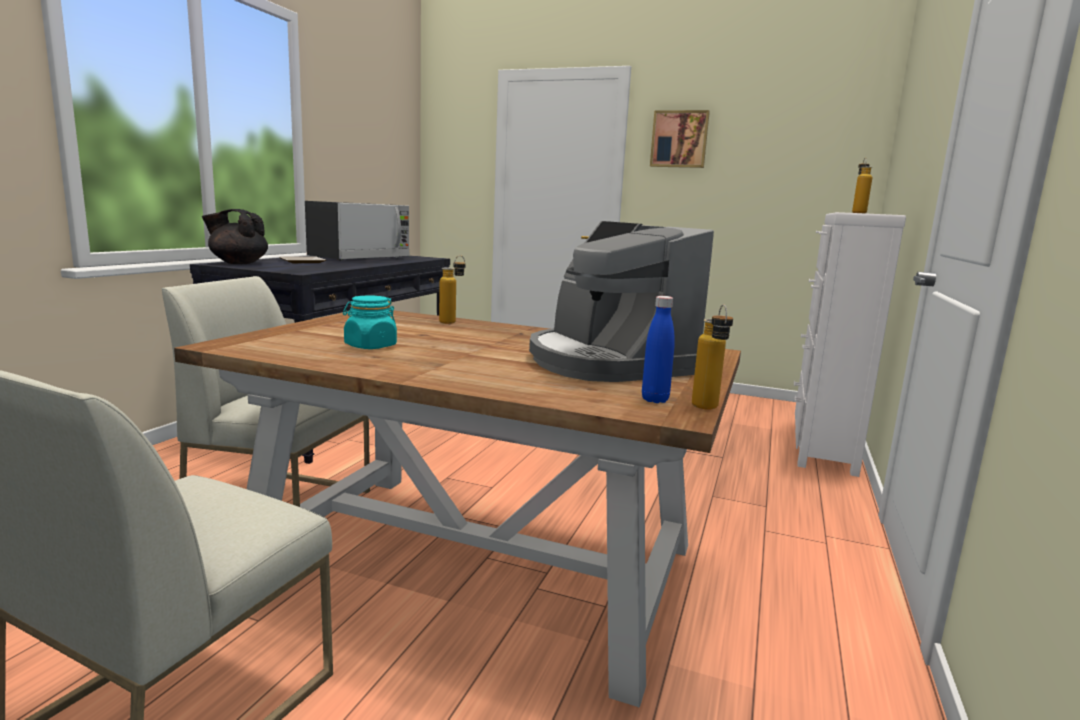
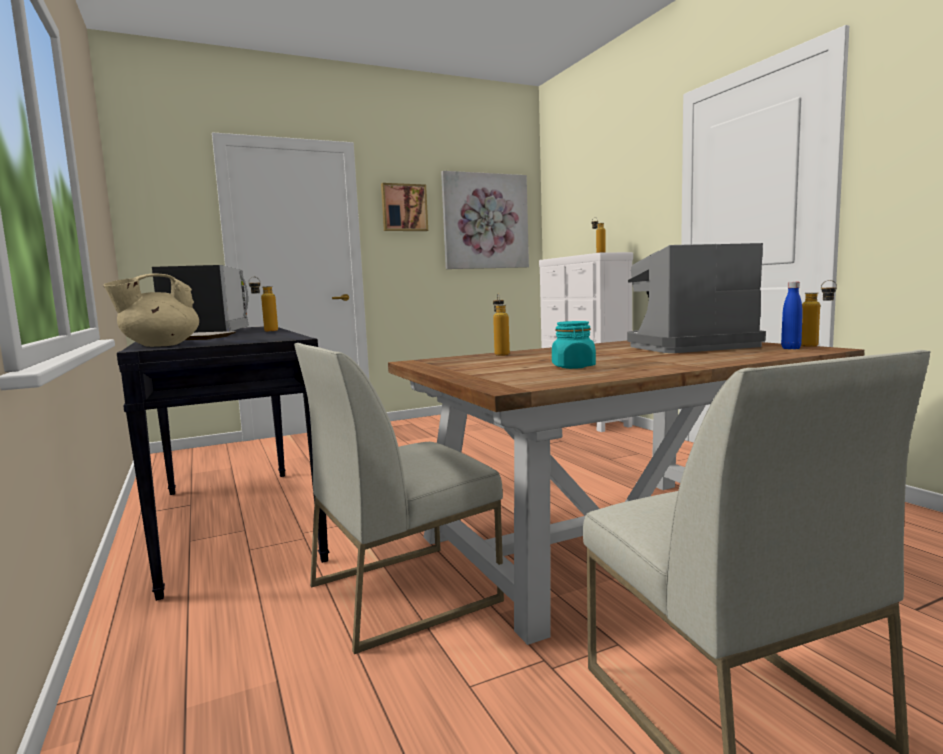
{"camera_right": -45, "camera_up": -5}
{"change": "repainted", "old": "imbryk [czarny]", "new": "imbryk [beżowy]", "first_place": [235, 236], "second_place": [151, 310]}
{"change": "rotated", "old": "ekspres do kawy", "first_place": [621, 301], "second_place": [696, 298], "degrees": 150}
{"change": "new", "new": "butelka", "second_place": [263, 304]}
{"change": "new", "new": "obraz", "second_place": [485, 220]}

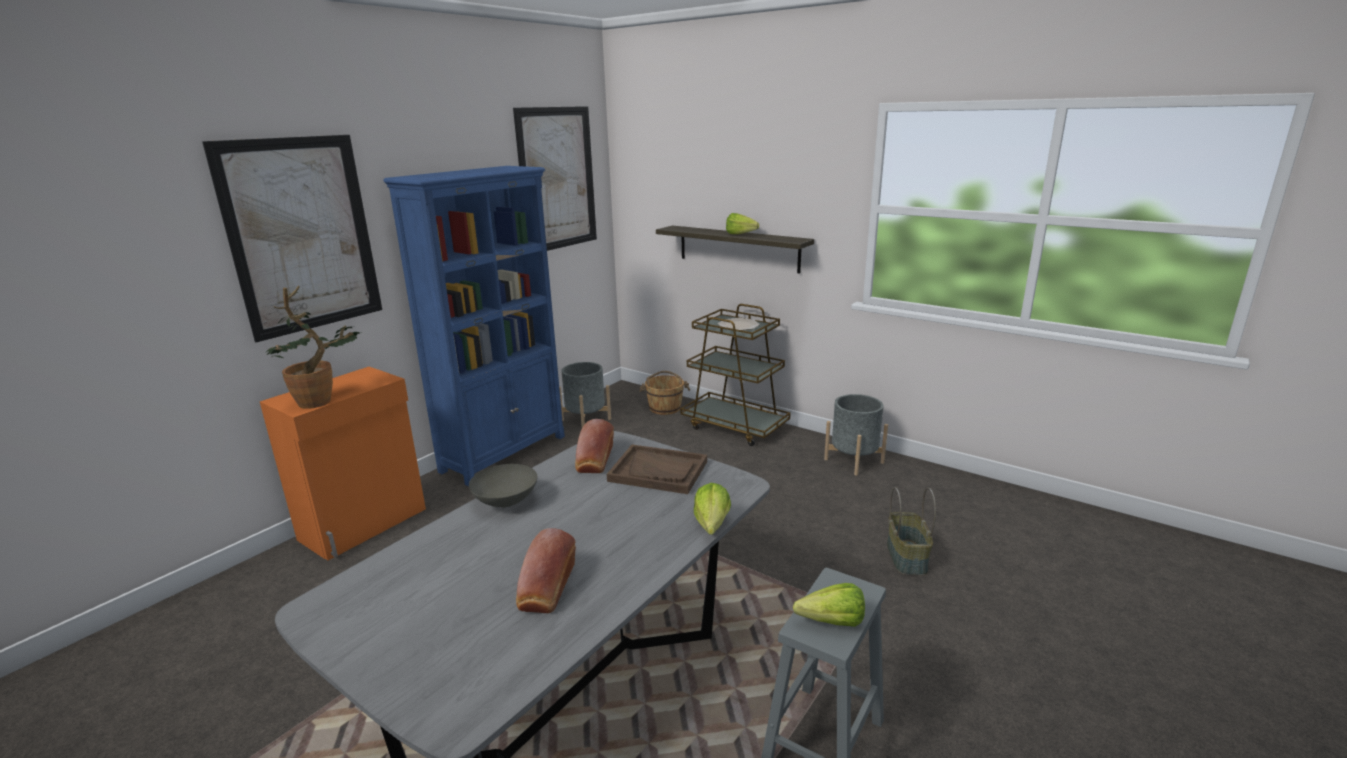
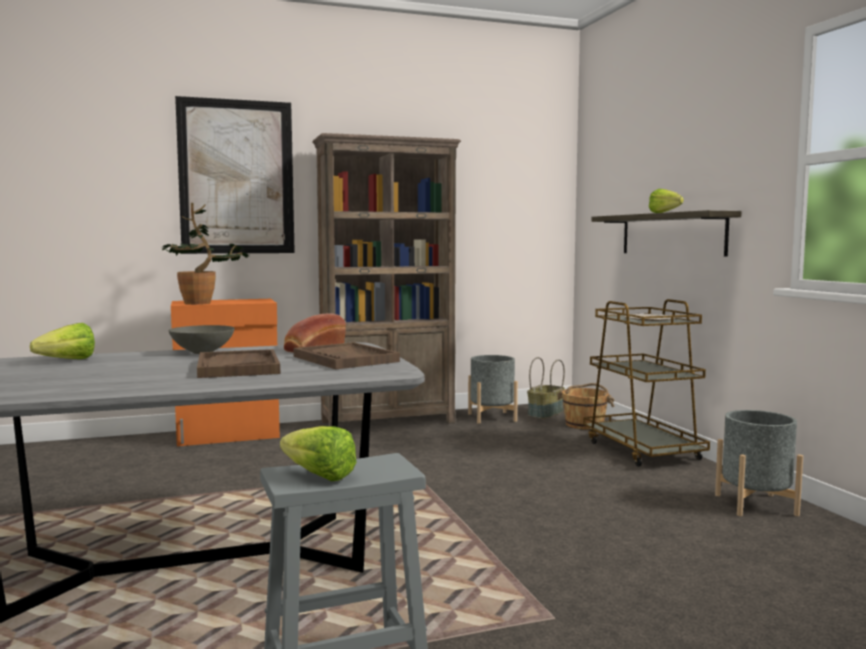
{"camera_right": 35, "camera_up": -15}
{"change": "repainted", "old": "regał [niebieski]", "new": "regał [brązowy]", "first_place": [474, 326], "second_place": [386, 279]}
{"change": "gone", "old": "obraz", "first_place": [555, 178]}
{"change": "gone", "old": "chleb", "first_place": [546, 570]}
{"change": "shifted", "old": "sałata", "first_place": [712, 509], "second_place": [62, 341]}
{"change": "shifted", "old": "koszyk", "first_place": [911, 531], "second_place": [546, 388]}
{"change": "new", "new": "taca [brązowy]", "second_place": [238, 363]}

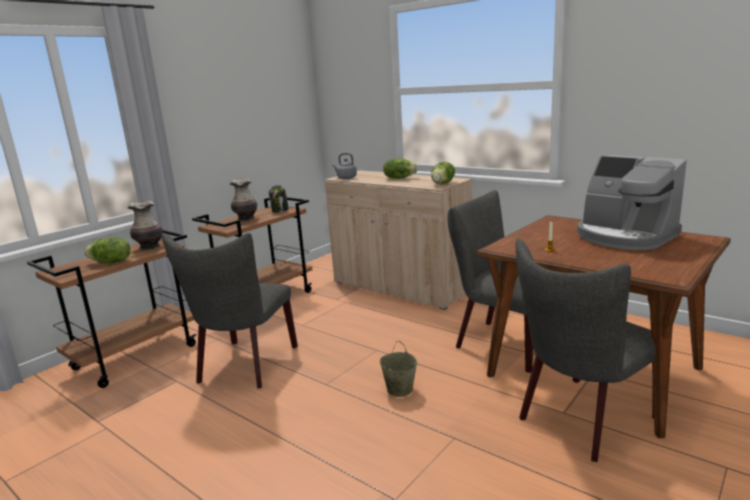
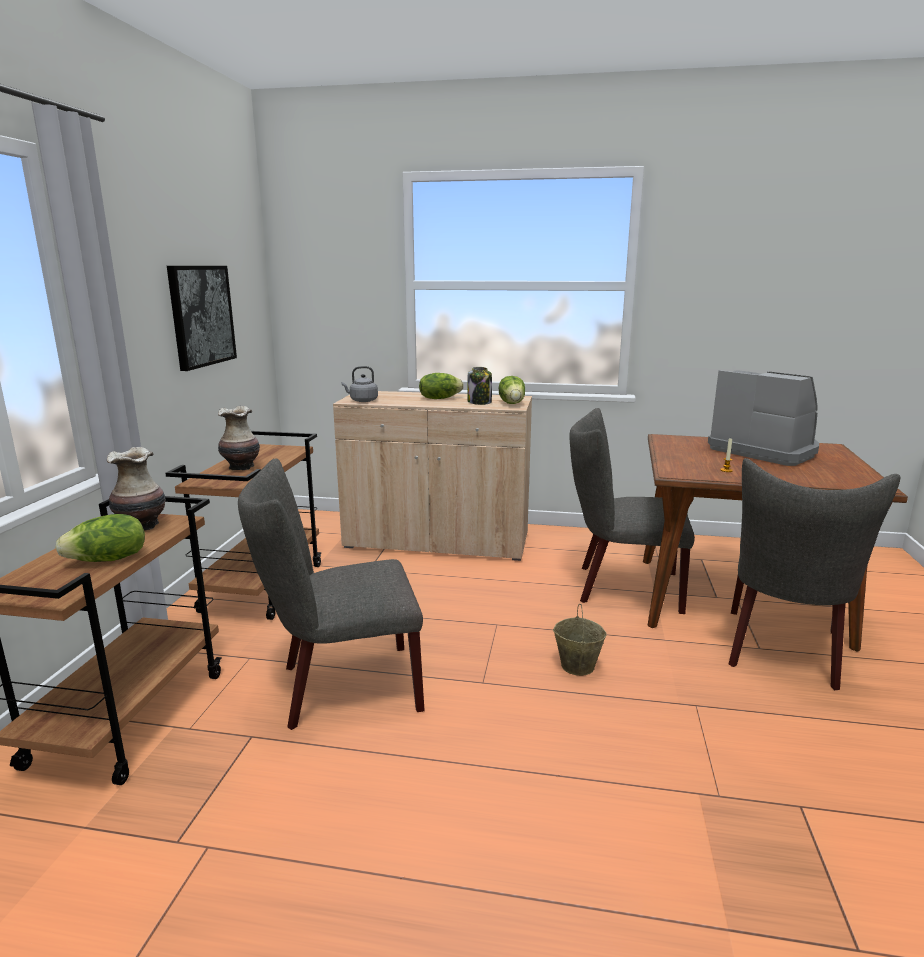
{"camera_right": -30, "camera_up": 0}
{"change": "rotated", "old": "krzesło [szary]", "first_place": [230, 311], "second_place": [331, 594], "degrees": 90}
{"change": "shifted", "old": "słoik", "first_place": [279, 199], "second_place": [479, 386]}
{"change": "rotated", "old": "ekspres do kawy", "first_place": [632, 202], "second_place": [763, 418], "degrees": -150}
{"change": "new", "new": "obraz", "second_place": [202, 318]}

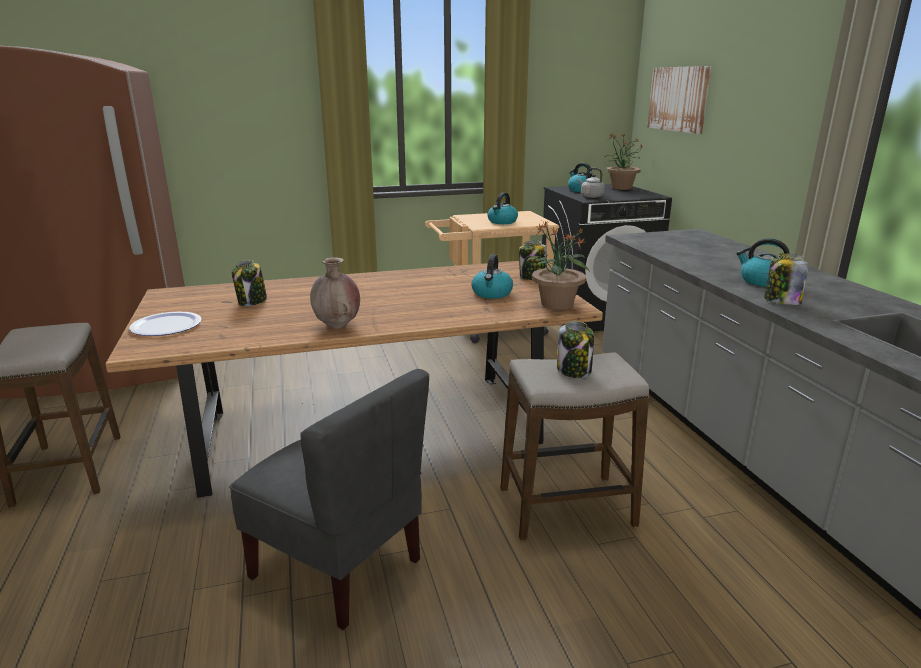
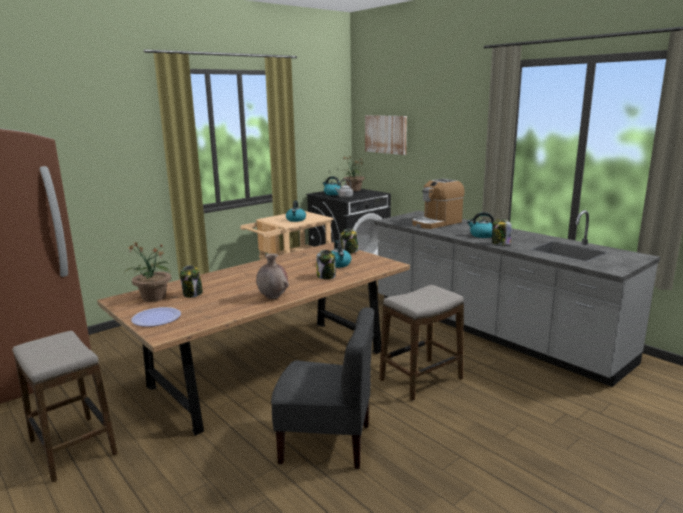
{"camera_right": -25, "camera_up": -5}
{"change": "shifted", "old": "roślina doniczkowa", "first_place": [557, 265], "second_place": [147, 272]}
{"change": "shifted", "old": "słoik", "first_place": [575, 349], "second_place": [326, 264]}
{"change": "new", "new": "ekspres do kawy", "second_place": [438, 204]}

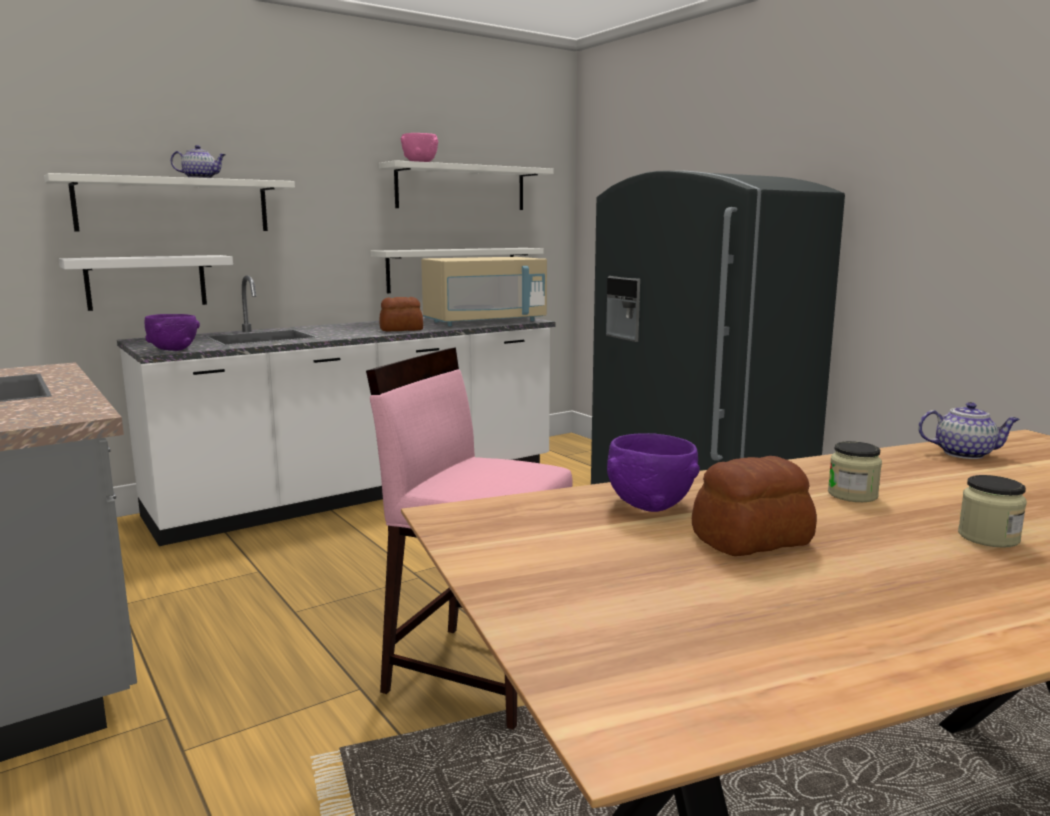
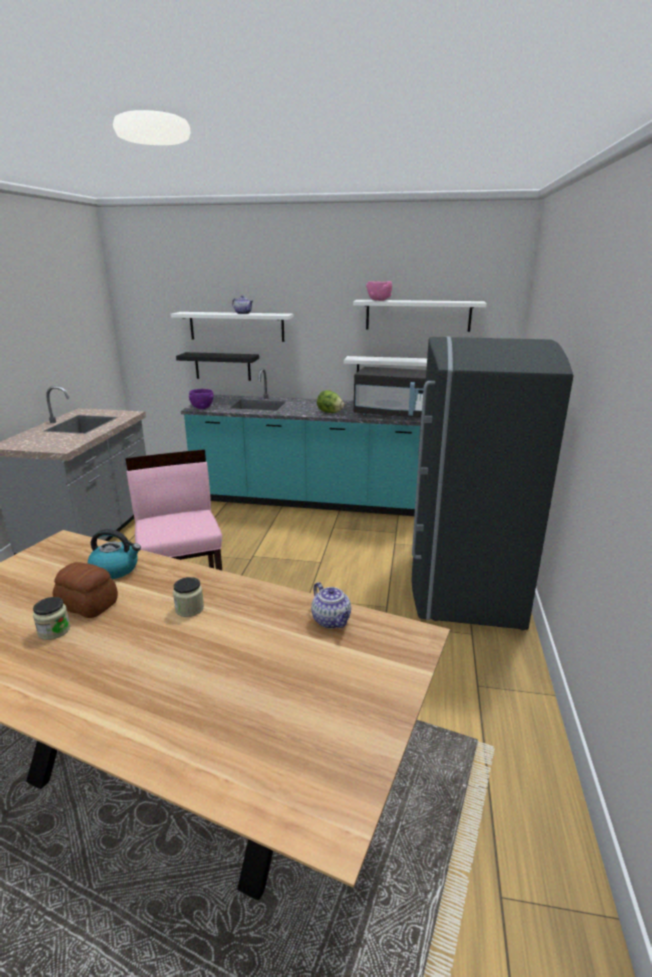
{"camera_right": 45, "camera_up": 10}
{"change": "repainted", "old": "półka [biały]", "new": "półka [czarny]", "first_place": [146, 283], "second_place": [217, 366]}
{"change": "repainted", "old": "zabudowa kuchenna [biały]", "new": "zabudowa kuchenna [turkusowy]", "first_place": [336, 410], "second_place": [301, 442]}
{"change": "swapped", "old": "chleb", "new": "sałata", "first_place": [401, 314], "second_place": [330, 401]}
{"change": "repainted", "old": "mikrofalówka [beżowy]", "new": "mikrofalówka [czarny]", "first_place": [484, 291], "second_place": [390, 392]}
{"change": "swapped", "old": "miska [fioletowy]", "new": "czajnik", "first_place": [653, 472], "second_place": [114, 554]}
{"change": "shifted", "old": "słoik", "first_place": [992, 511], "second_place": [51, 618]}

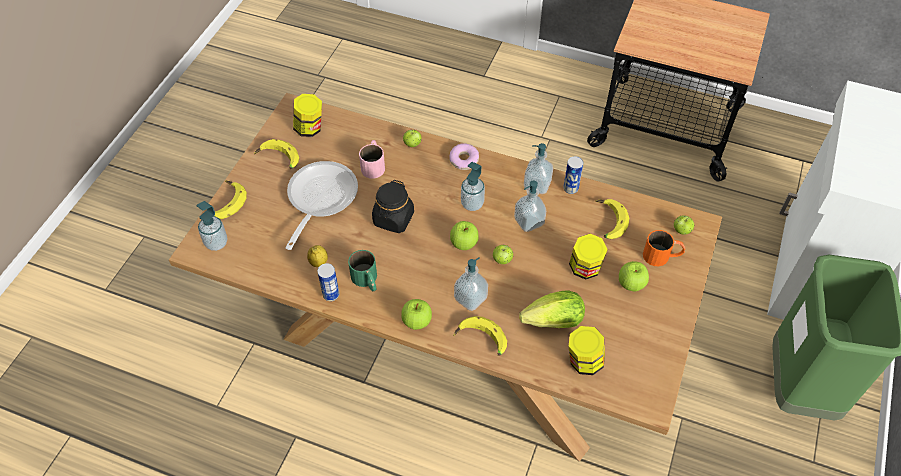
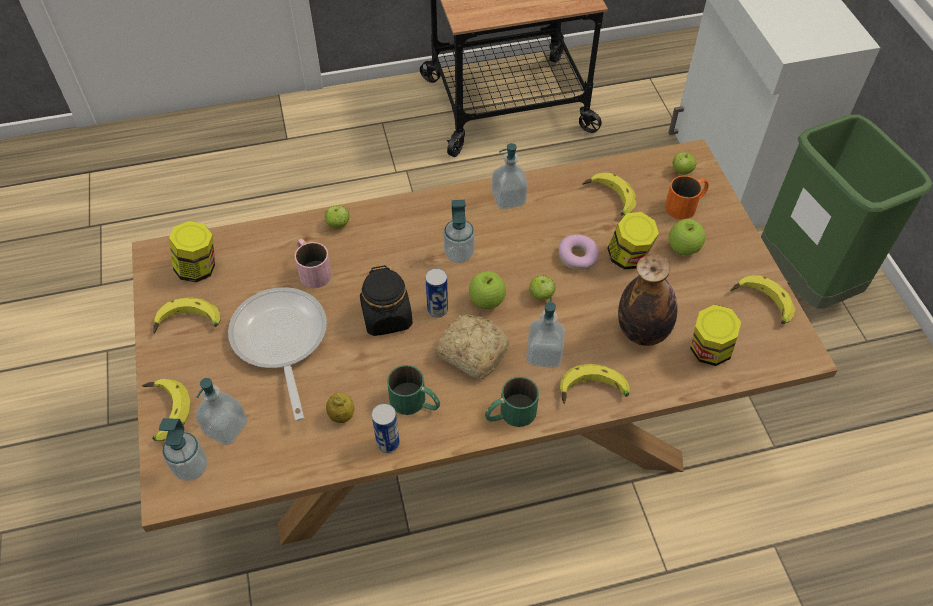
{"camera_right": -35, "camera_up": 0}
{"change": "swapped", "old": "jabłko", "new": "kubek [zielony]", "first_place": [416, 314], "second_place": [512, 402]}
{"change": "shifted", "old": "donut", "first_place": [464, 156], "second_place": [579, 252]}
{"change": "shifted", "old": "dozownik mydła", "first_place": [530, 206], "second_place": [221, 411]}
{"change": "swapped", "old": "sałata", "new": "butelka", "first_place": [552, 309], "second_place": [647, 299]}
{"change": "shifted", "old": "puszka", "first_place": [573, 175], "second_place": [436, 293]}
{"change": "new", "new": "chleb", "second_place": [471, 347]}
{"change": "new", "new": "banan", "second_place": [762, 299]}

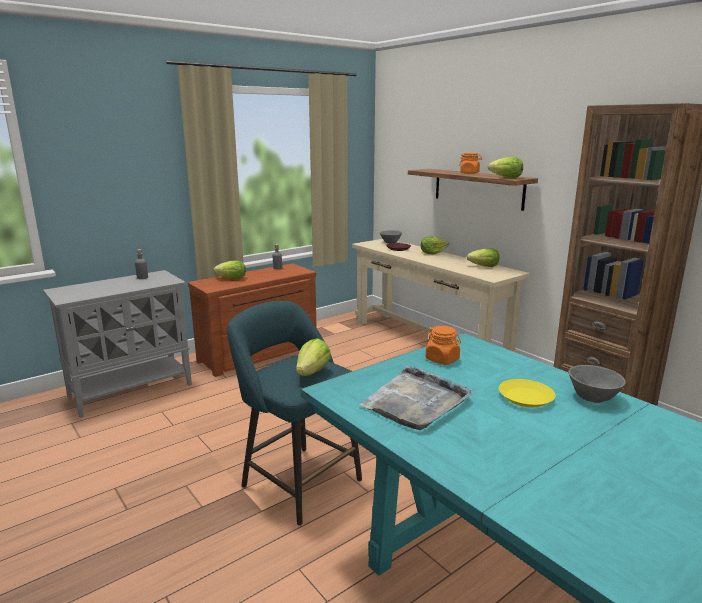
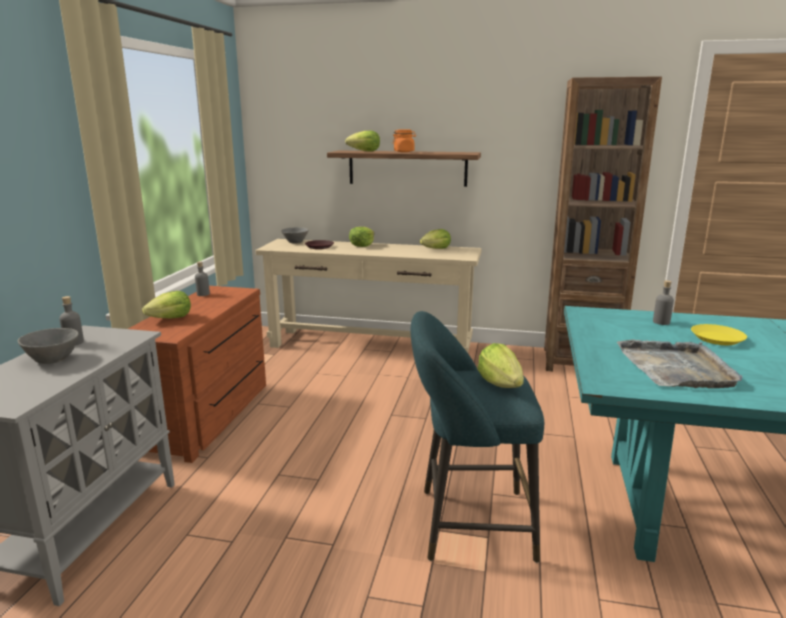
{"camera_right": -40, "camera_up": 0}
{"change": "gone", "old": "słoik [pomarańczowy]", "first_place": [443, 345]}
{"change": "shifted", "old": "sałata", "first_place": [505, 167], "second_place": [362, 141]}
{"change": "shifted", "old": "miska [szary]", "first_place": [597, 384], "second_place": [48, 346]}
{"change": "new", "new": "butelka [szary]", "second_place": [663, 302]}

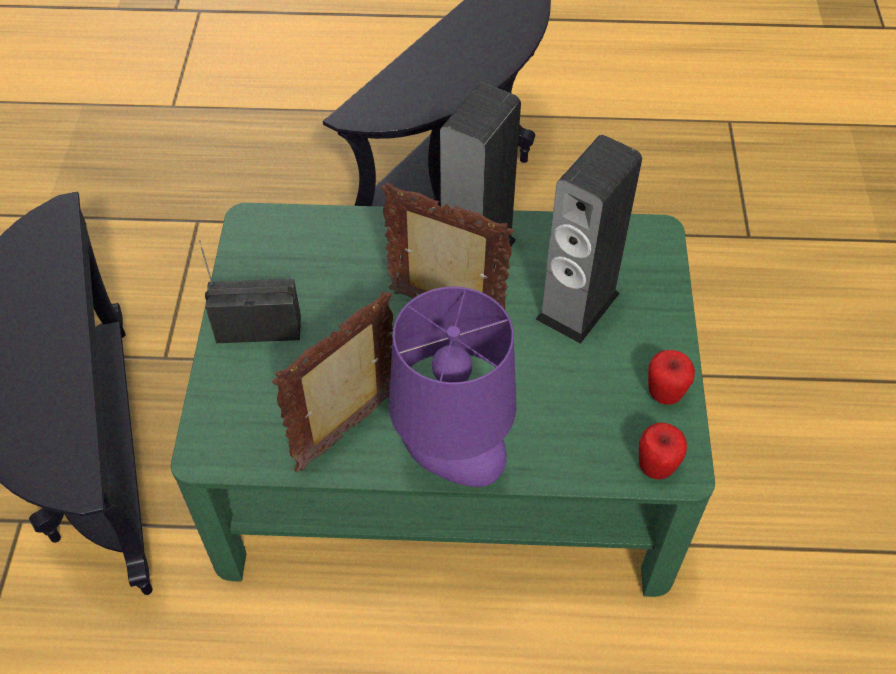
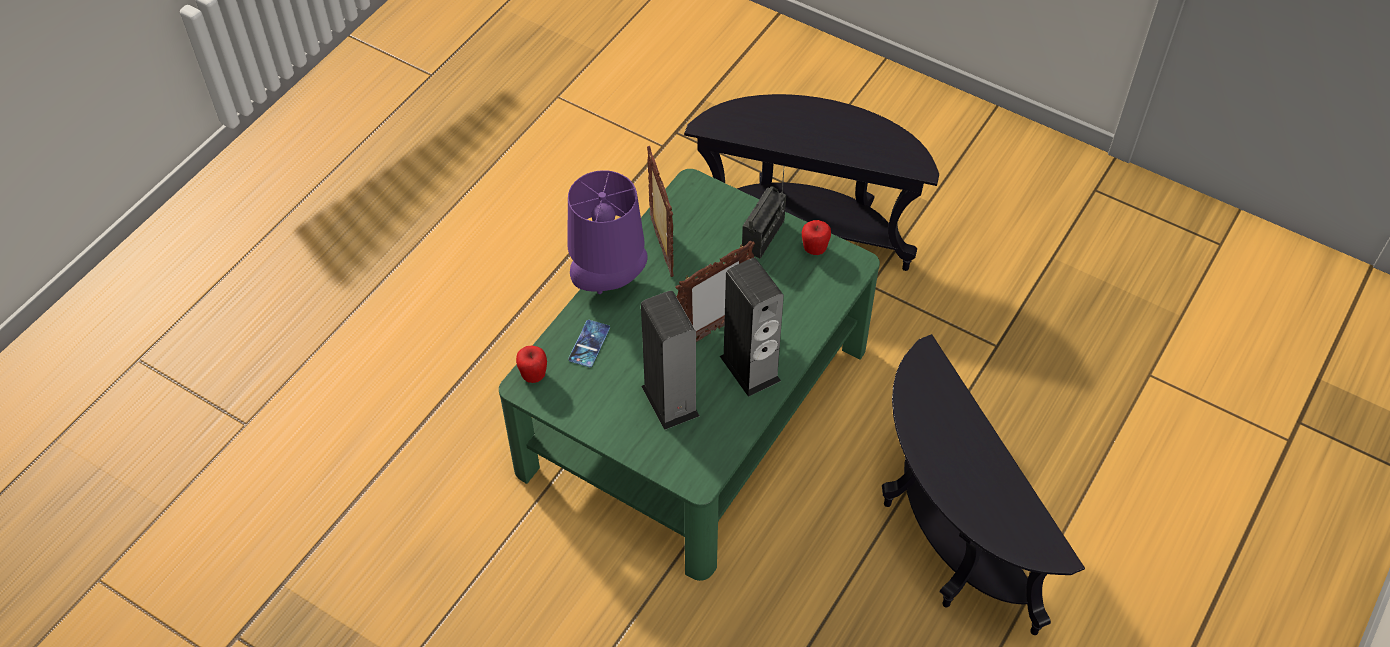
{"camera_right": 120, "camera_up": 0}
{"change": "shifted", "old": "jabłko", "first_place": [671, 377], "second_place": [816, 237]}
{"change": "new", "new": "telefon", "second_place": [589, 343]}

